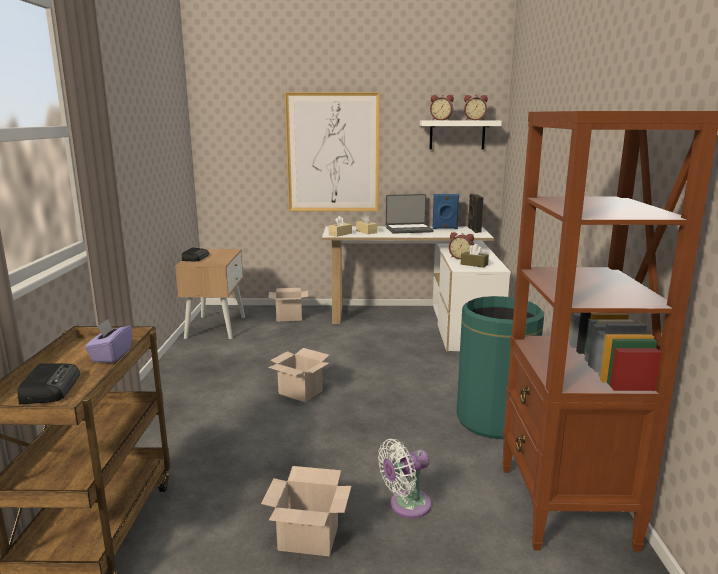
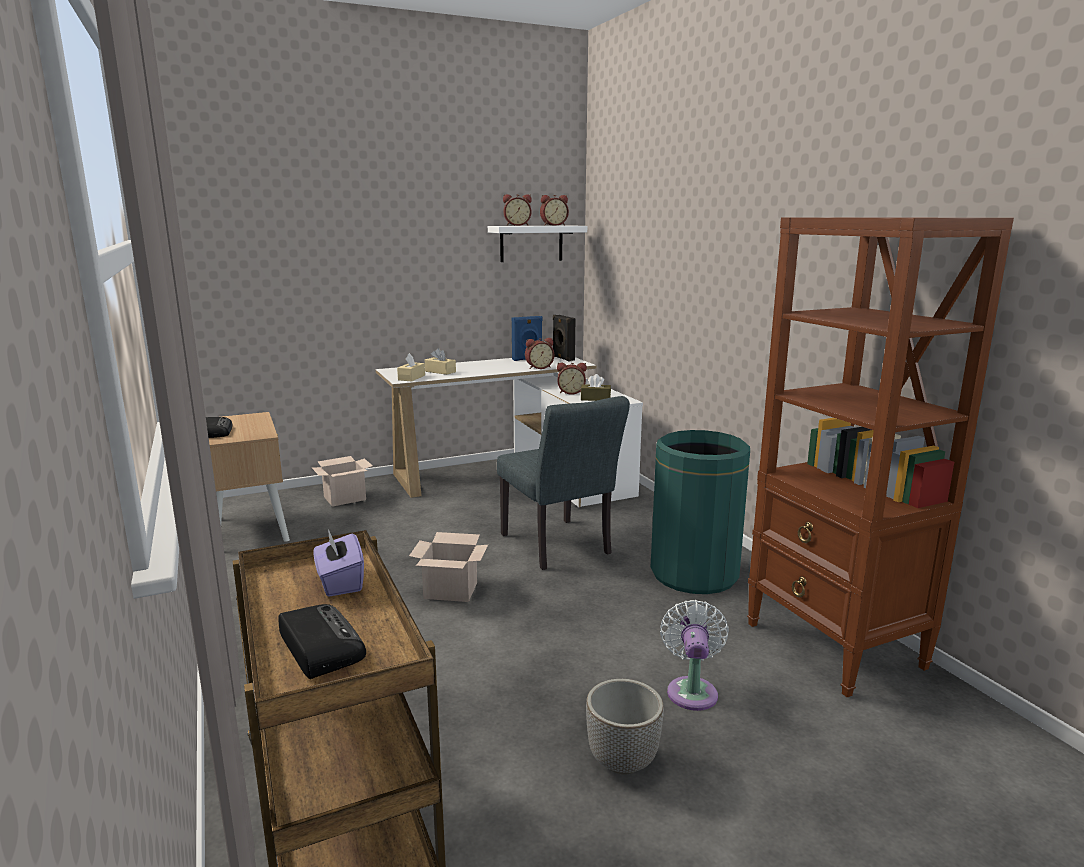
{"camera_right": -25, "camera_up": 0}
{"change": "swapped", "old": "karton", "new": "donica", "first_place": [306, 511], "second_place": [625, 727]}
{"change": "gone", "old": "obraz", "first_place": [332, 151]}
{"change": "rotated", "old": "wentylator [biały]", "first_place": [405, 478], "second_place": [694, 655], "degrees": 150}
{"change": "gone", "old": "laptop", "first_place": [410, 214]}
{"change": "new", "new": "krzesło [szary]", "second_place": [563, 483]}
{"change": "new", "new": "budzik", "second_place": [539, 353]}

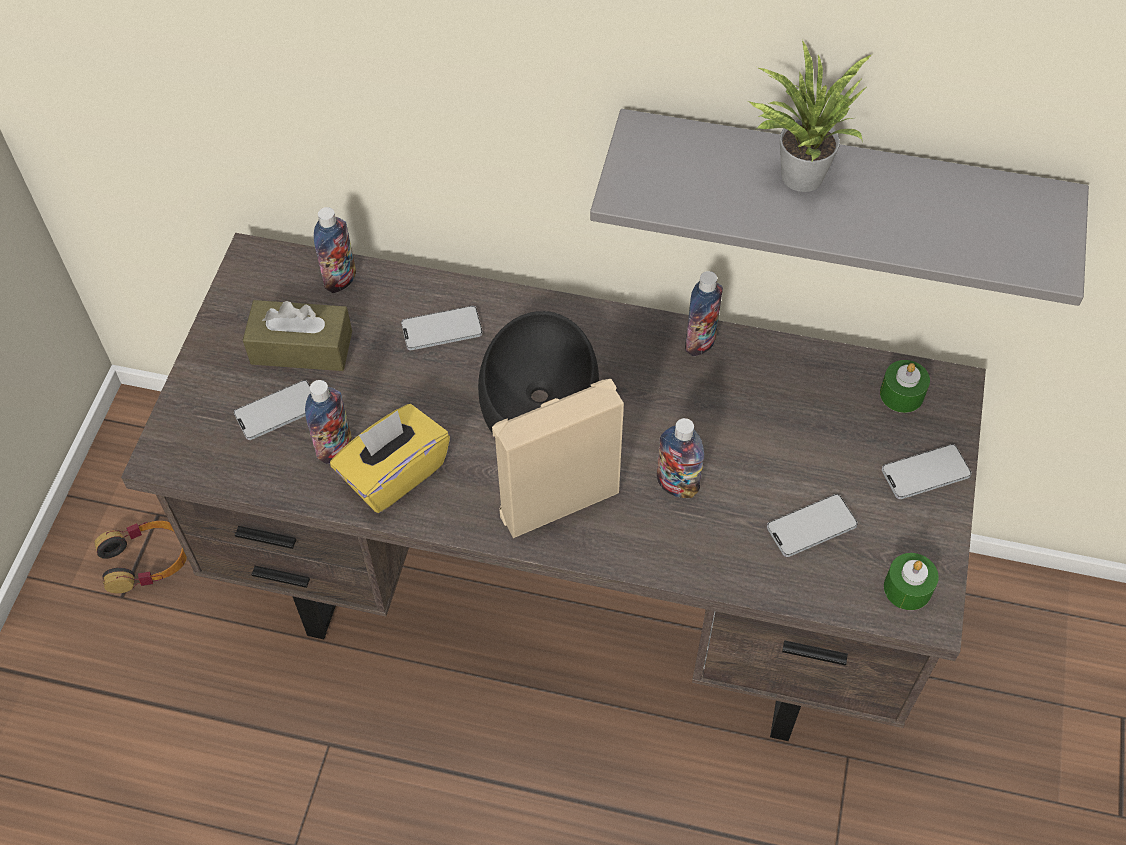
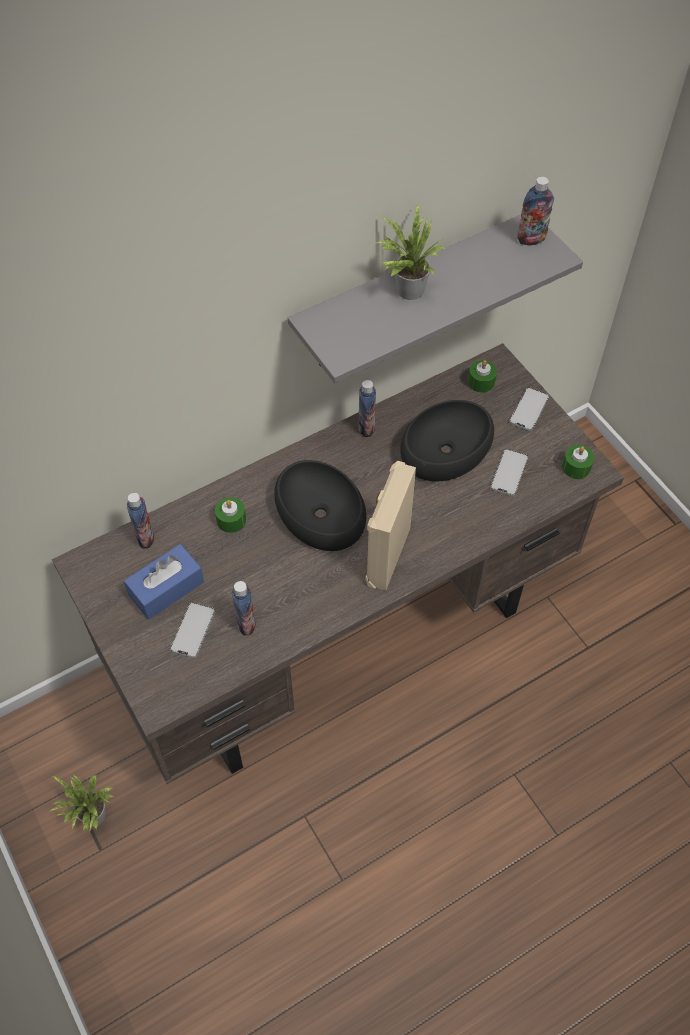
{"camera_right": -45, "camera_up": 0}
{"change": "swapped", "old": "słuchawki", "new": "roślina doniczkowa", "first_place": [140, 557], "second_place": [81, 803]}
{"change": "repainted", "old": "pudełko chusteczek [brązowy]", "new": "pudełko chusteczek [niebieski]", "first_place": [297, 335], "second_place": [164, 581]}
{"change": "gone", "old": "pudełko chusteczek [żółty]", "first_place": [390, 458]}
{"change": "swapped", "old": "telefon", "new": "świeca [zielony]", "first_place": [442, 328], "second_place": [230, 515]}
{"change": "shifted", "old": "butelka", "first_place": [680, 458], "second_place": [535, 211]}
{"change": "new", "new": "miska [czarny]", "second_place": [447, 440]}

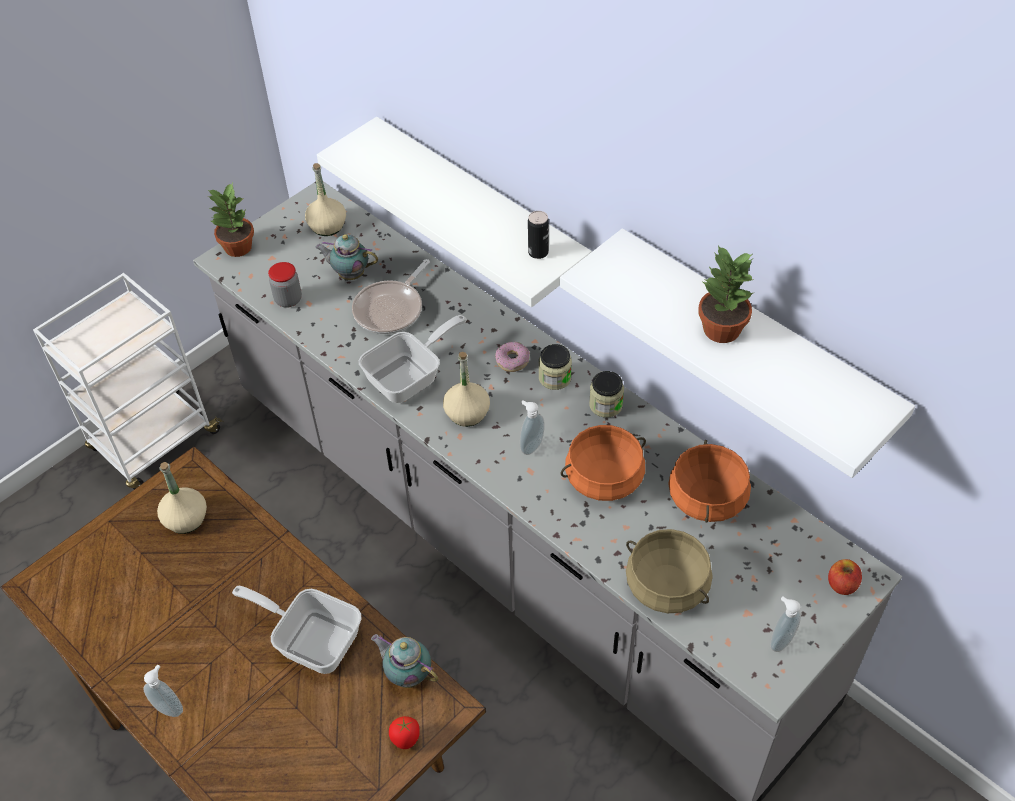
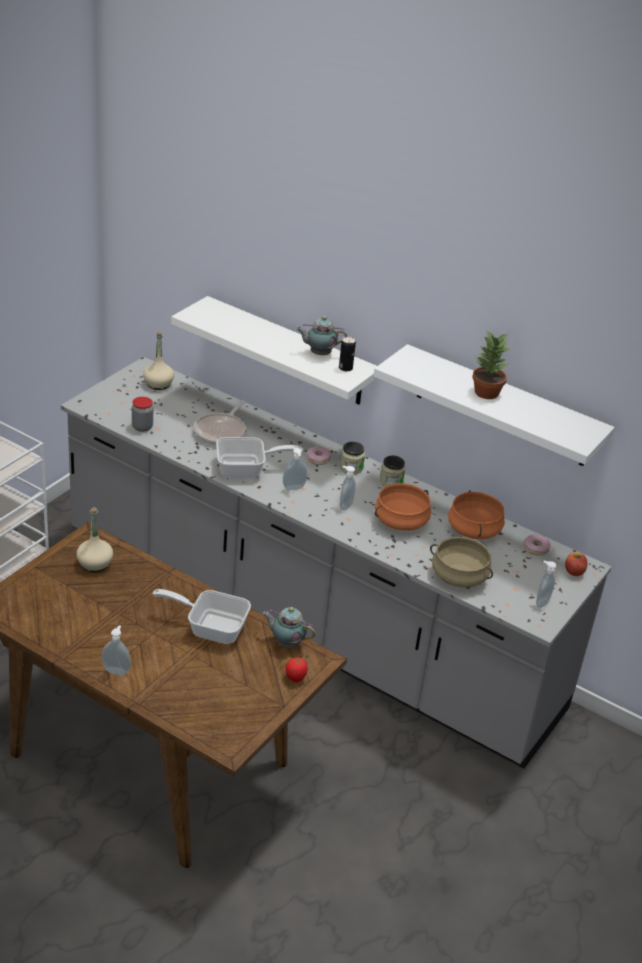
{"camera_right": -15, "camera_up": -15}
{"change": "gone", "old": "roślina doniczkowa", "first_place": [230, 220]}
{"change": "shifted", "old": "imbryk", "first_place": [346, 257], "second_place": [321, 335]}
{"change": "rotated", "old": "patelnia", "first_place": [413, 359], "second_place": [259, 457], "degrees": 45}
{"change": "swapped", "old": "butelka [beżowy]", "new": "dozownik mydła", "first_place": [466, 389], "second_place": [295, 469]}
{"change": "new", "new": "donut", "second_place": [537, 544]}

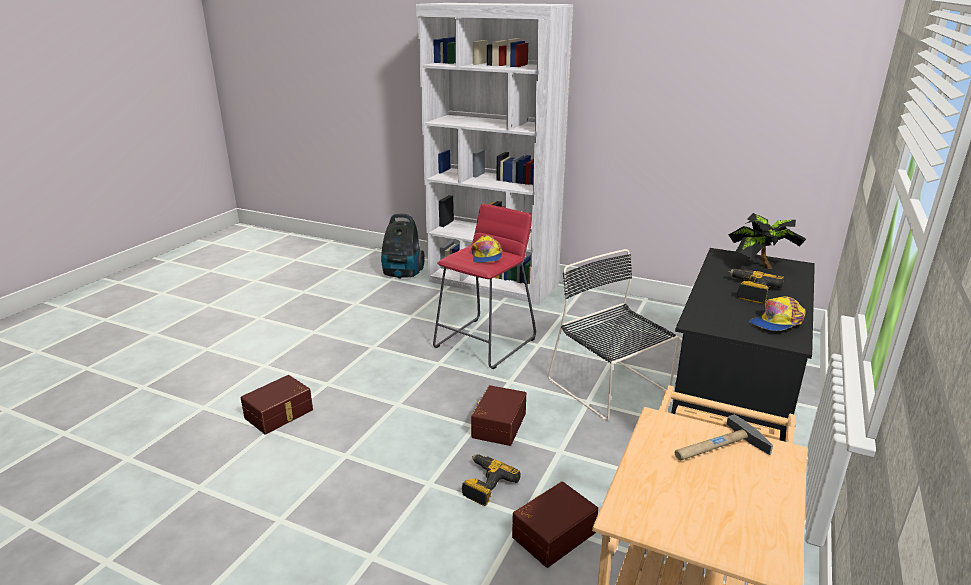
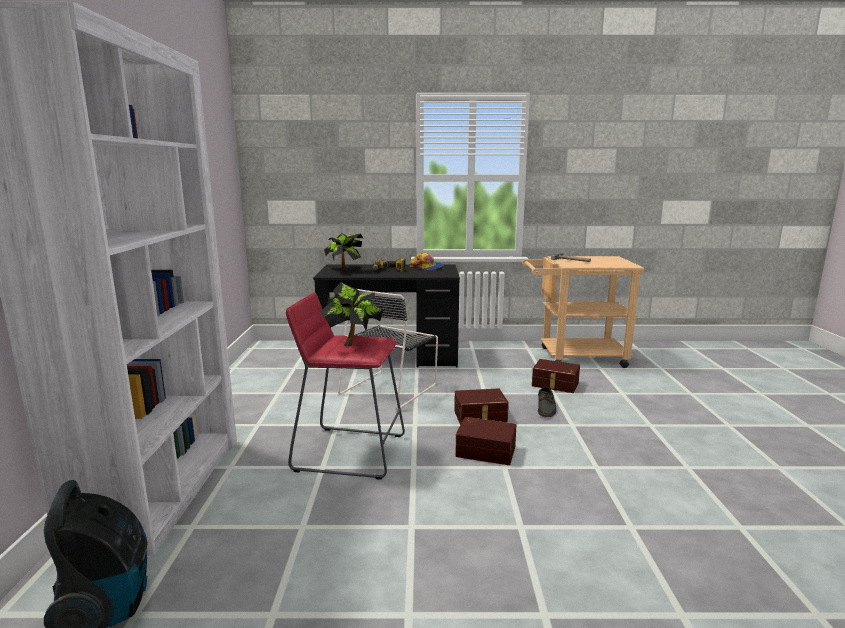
{"camera_right": -115, "camera_up": -10}
{"change": "shifted", "old": "pojemnik do przechowywania [brązowy]", "first_place": [276, 404], "second_place": [485, 441]}
{"change": "swapped", "old": "wiertarka", "new": "but [szary]", "first_place": [491, 480], "second_place": [547, 402]}
{"change": "swapped", "old": "czapka z daszkiem", "new": "roślina doniczkowa", "first_place": [487, 249], "second_place": [351, 314]}

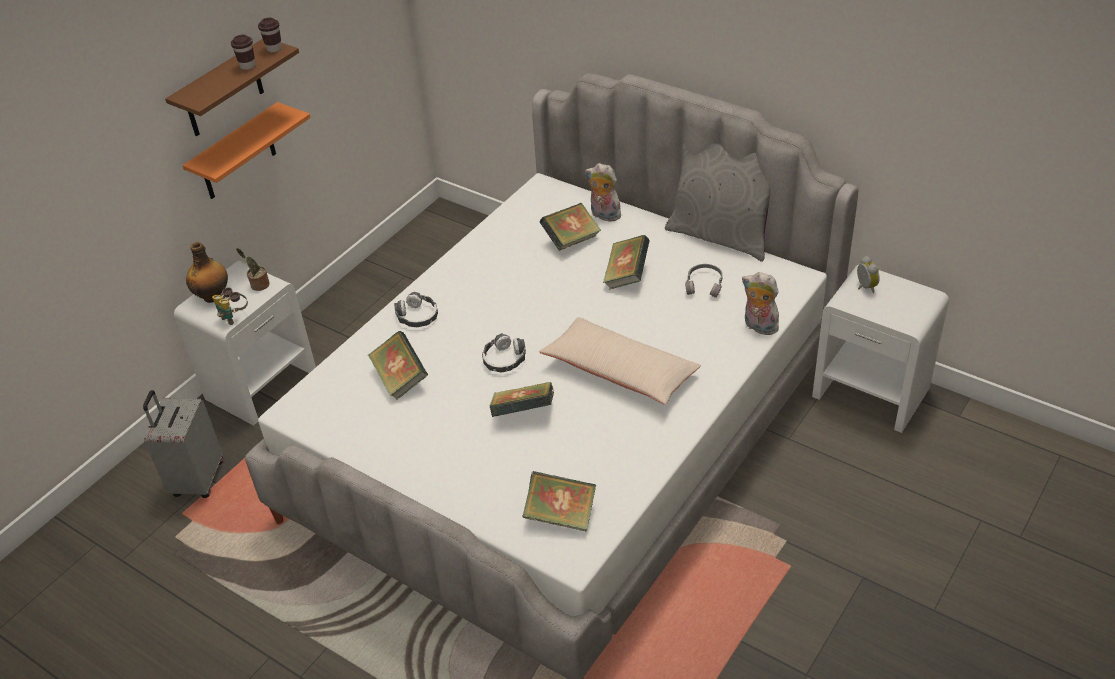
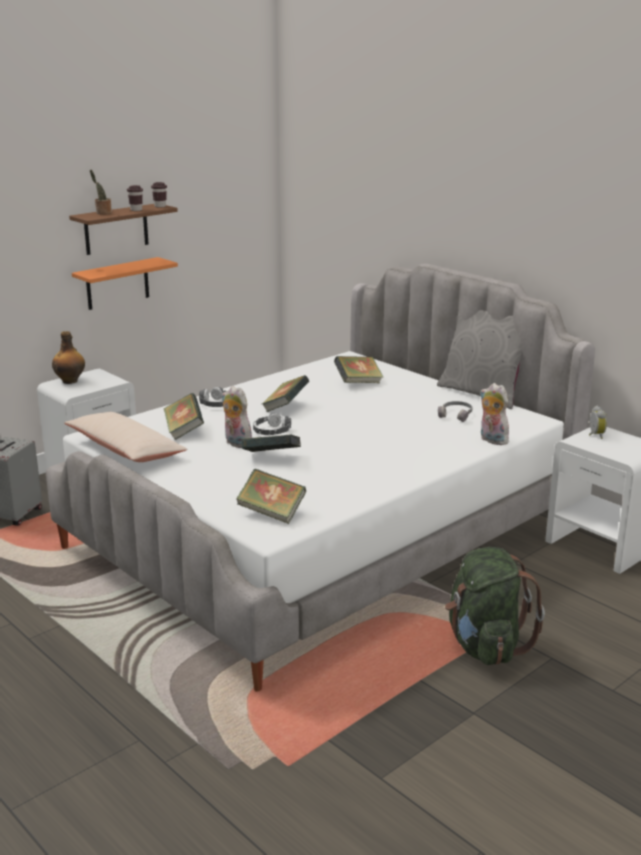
{"camera_right": 10, "camera_up": -20}
{"change": "gone", "old": "lornetka", "first_place": [230, 306]}
{"change": "shifted", "old": "roślina doniczkowa", "first_place": [253, 269], "second_place": [101, 192]}
{"change": "shifted", "old": "poduszka [beżowy]", "first_place": [620, 361], "second_place": [125, 437]}
{"change": "shifted", "old": "pluszak", "first_place": [603, 192], "second_place": [237, 417]}
{"change": "shifted", "old": "książka", "first_place": [626, 262], "second_place": [286, 393]}
{"change": "new", "new": "plecak [zielony]", "second_place": [495, 606]}

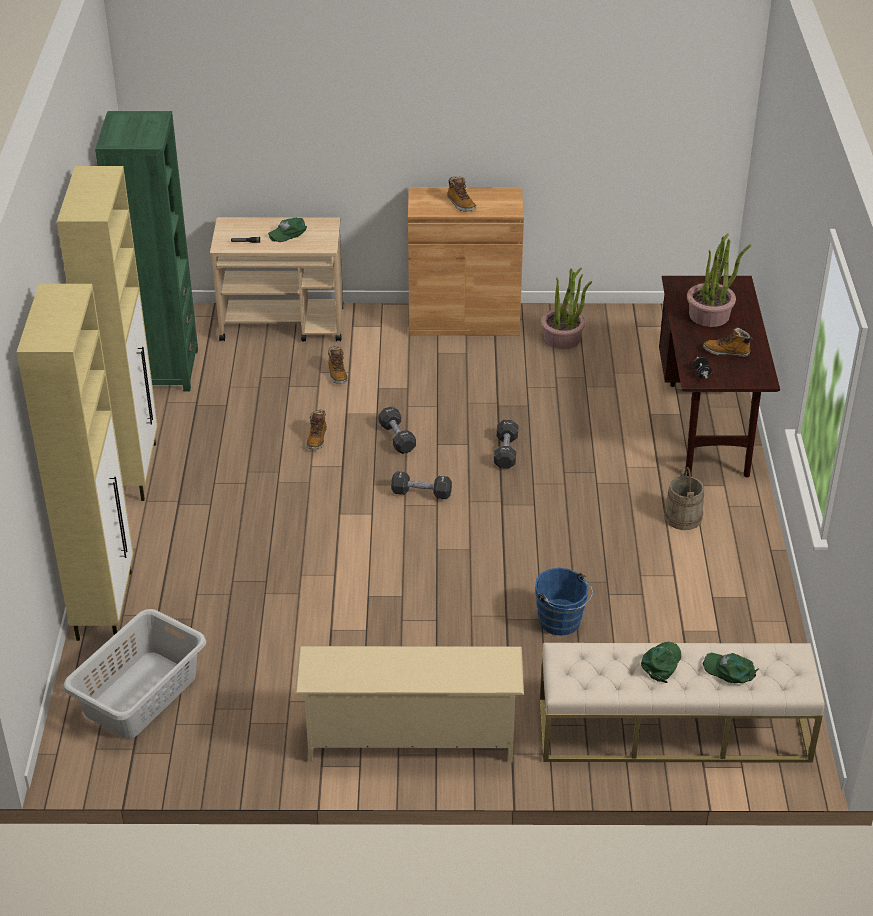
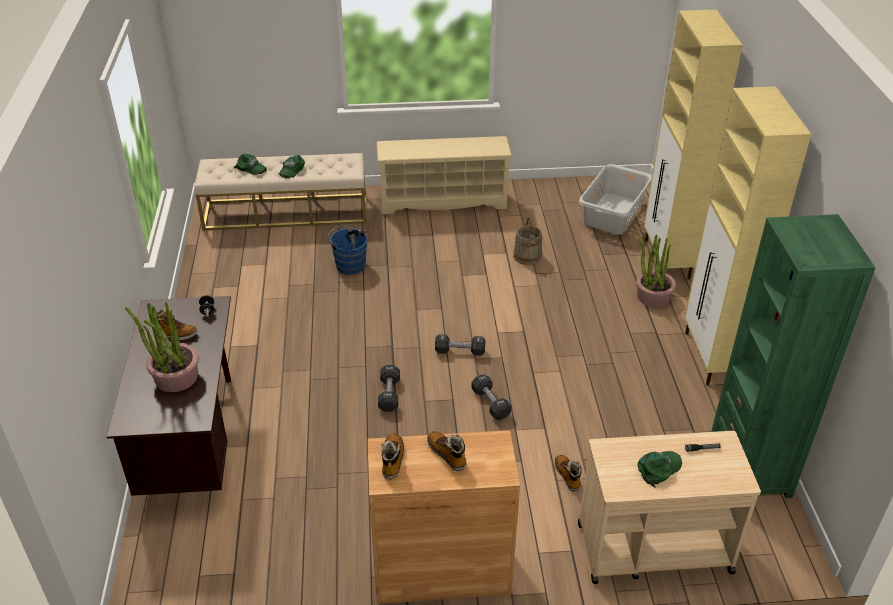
{"camera_right": 175, "camera_up": 0}
{"change": "shifted", "old": "but z cholewką", "first_place": [316, 430], "second_place": [393, 456]}
{"change": "shifted", "old": "roślina doniczkowa", "first_place": [566, 308], "second_place": [656, 270]}
{"change": "shifted", "old": "wiadro [beżowy]", "first_place": [684, 498], "second_place": [527, 241]}

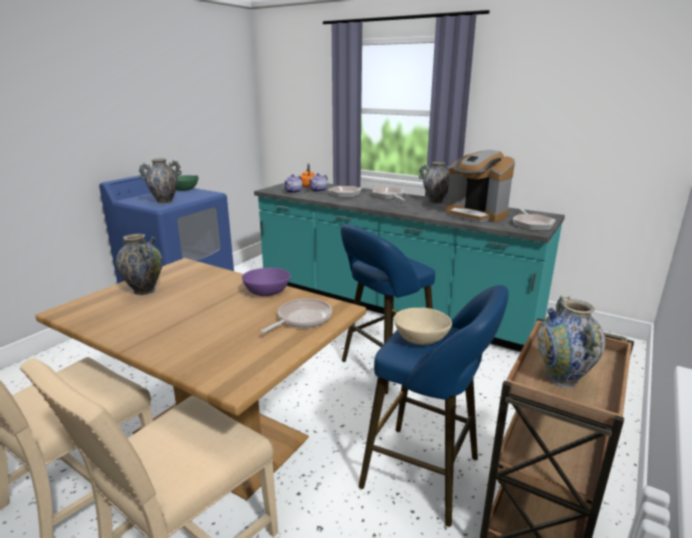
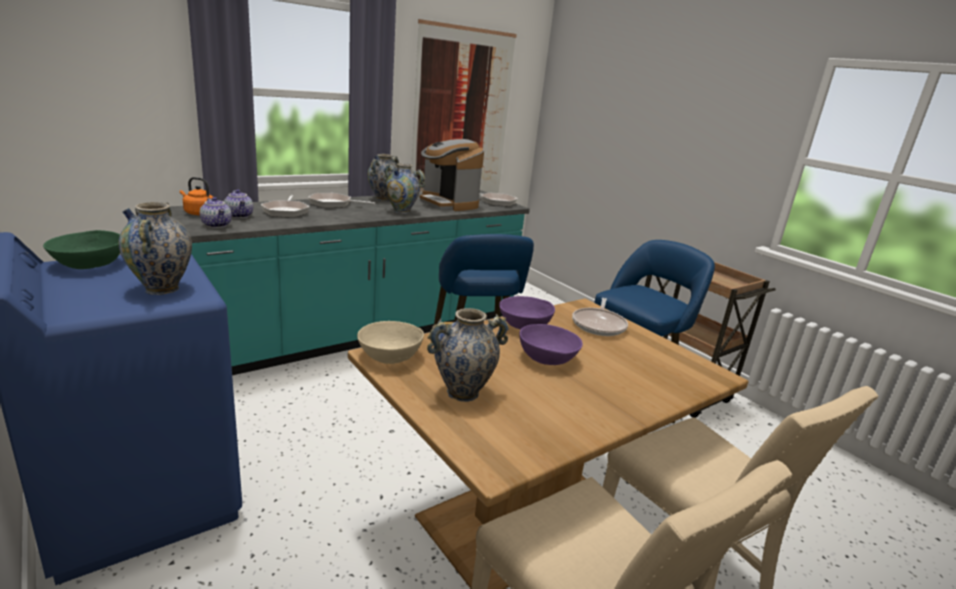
{"camera_right": -70, "camera_up": 0}
{"change": "rotated", "old": "patelnia", "first_place": [296, 315], "second_place": [600, 317], "degrees": -135}
{"change": "shifted", "old": "miska [beżowy]", "first_place": [423, 326], "second_place": [390, 342]}
{"change": "rotated", "old": "ekspres do kawy", "first_place": [480, 186], "second_place": [452, 175], "degrees": 75}
{"change": "shifted", "old": "wazon", "first_place": [571, 341], "second_place": [404, 188]}
{"change": "new", "new": "obraz", "second_place": [464, 106]}
{"change": "new", "new": "miska [fioletowy]", "second_place": [551, 344]}

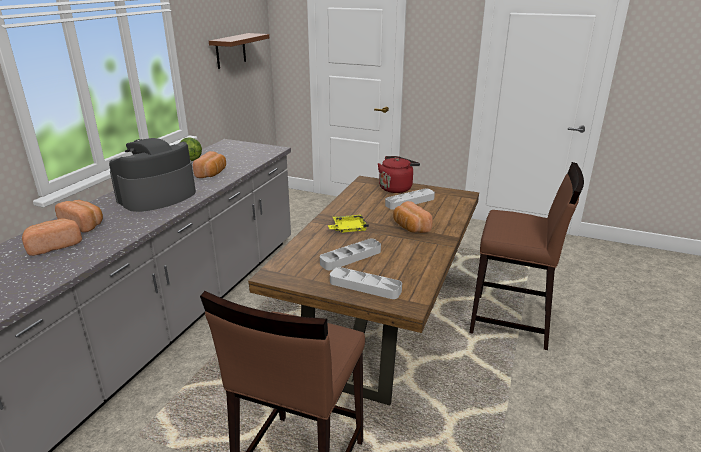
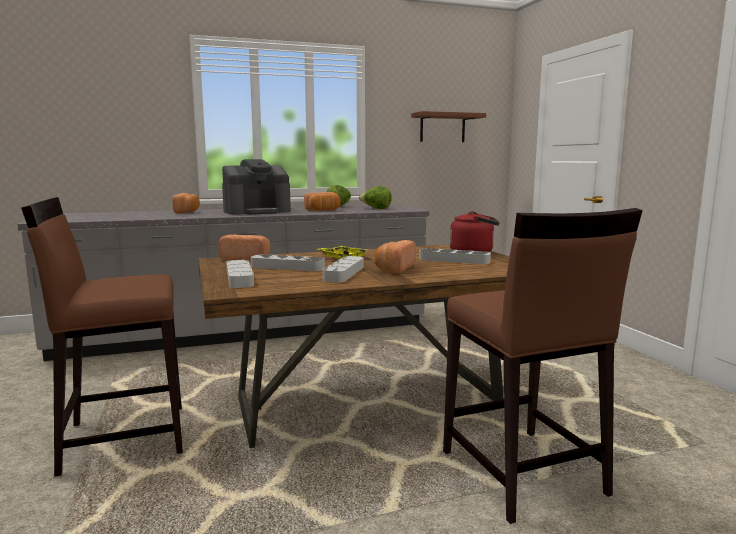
{"camera_right": 50, "camera_up": -15}
{"change": "shifted", "old": "chleb", "first_place": [52, 237], "second_place": [244, 248]}
{"change": "rotated", "old": "ekspres do kawy", "first_place": [152, 175], "second_place": [256, 187], "degrees": 150}
{"change": "new", "new": "taca [szary]", "second_place": [343, 269]}
{"change": "new", "new": "sałata", "second_place": [375, 197]}

